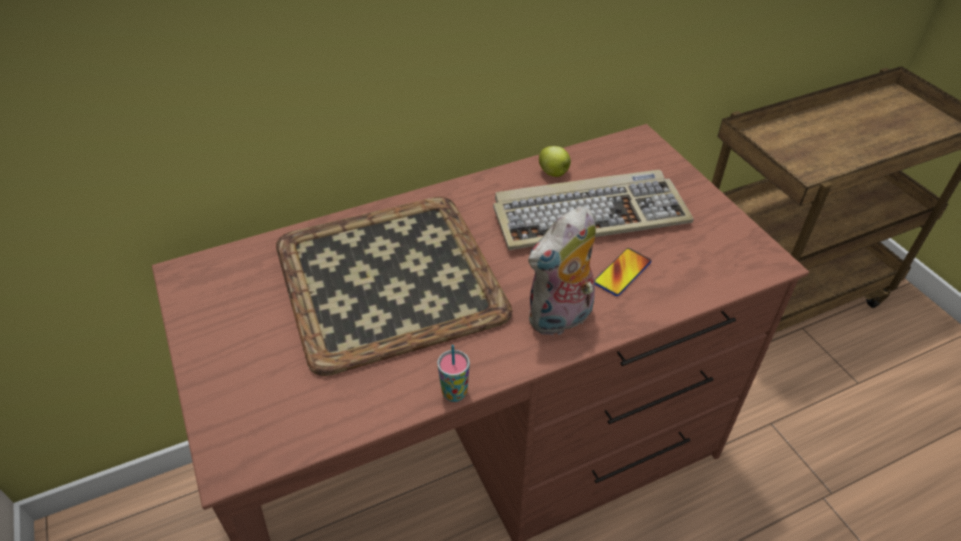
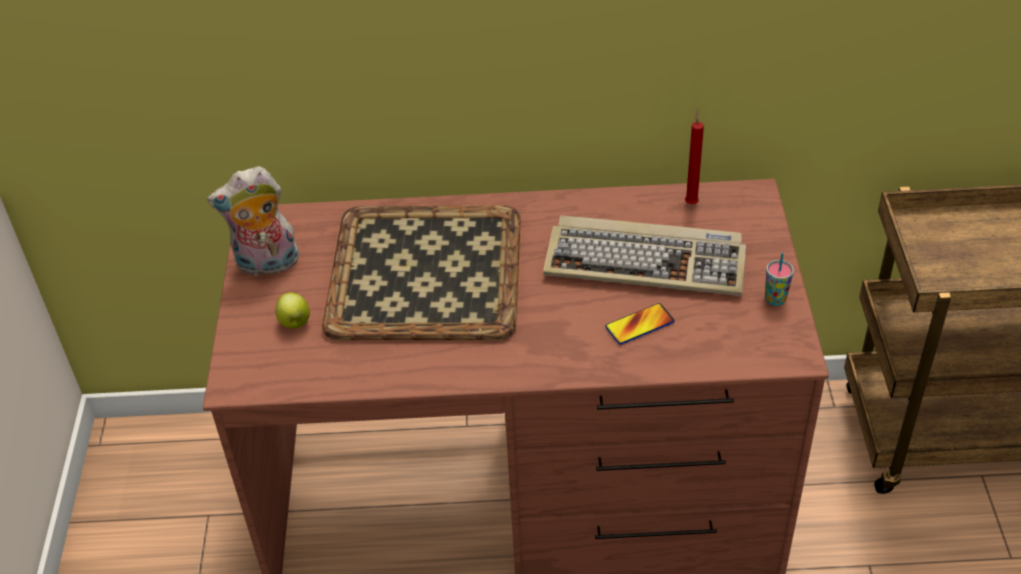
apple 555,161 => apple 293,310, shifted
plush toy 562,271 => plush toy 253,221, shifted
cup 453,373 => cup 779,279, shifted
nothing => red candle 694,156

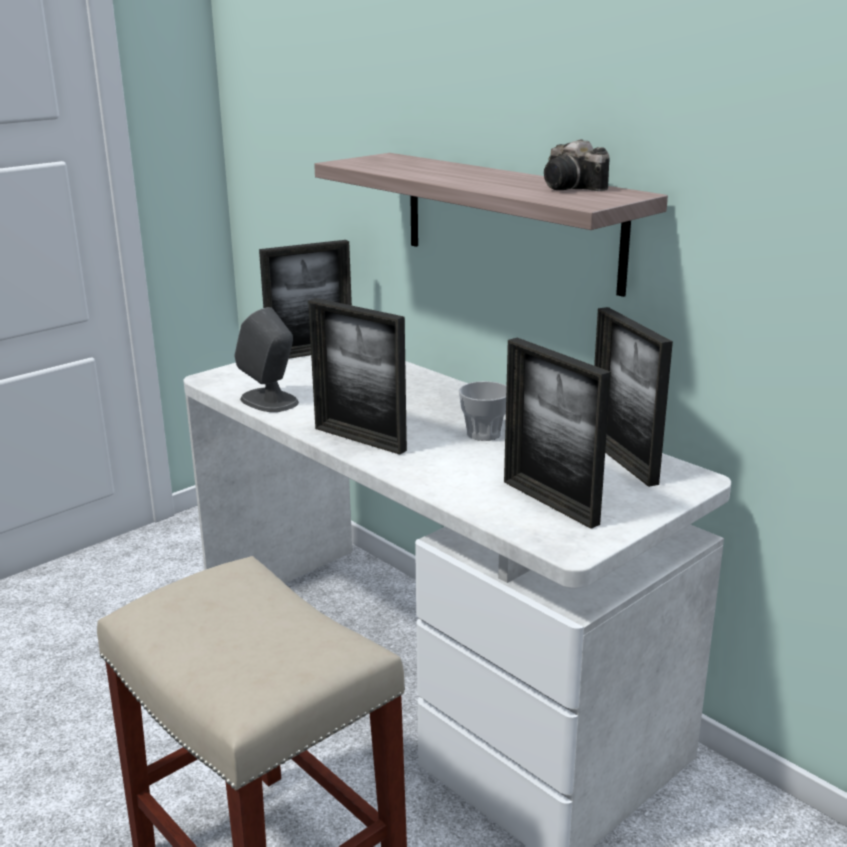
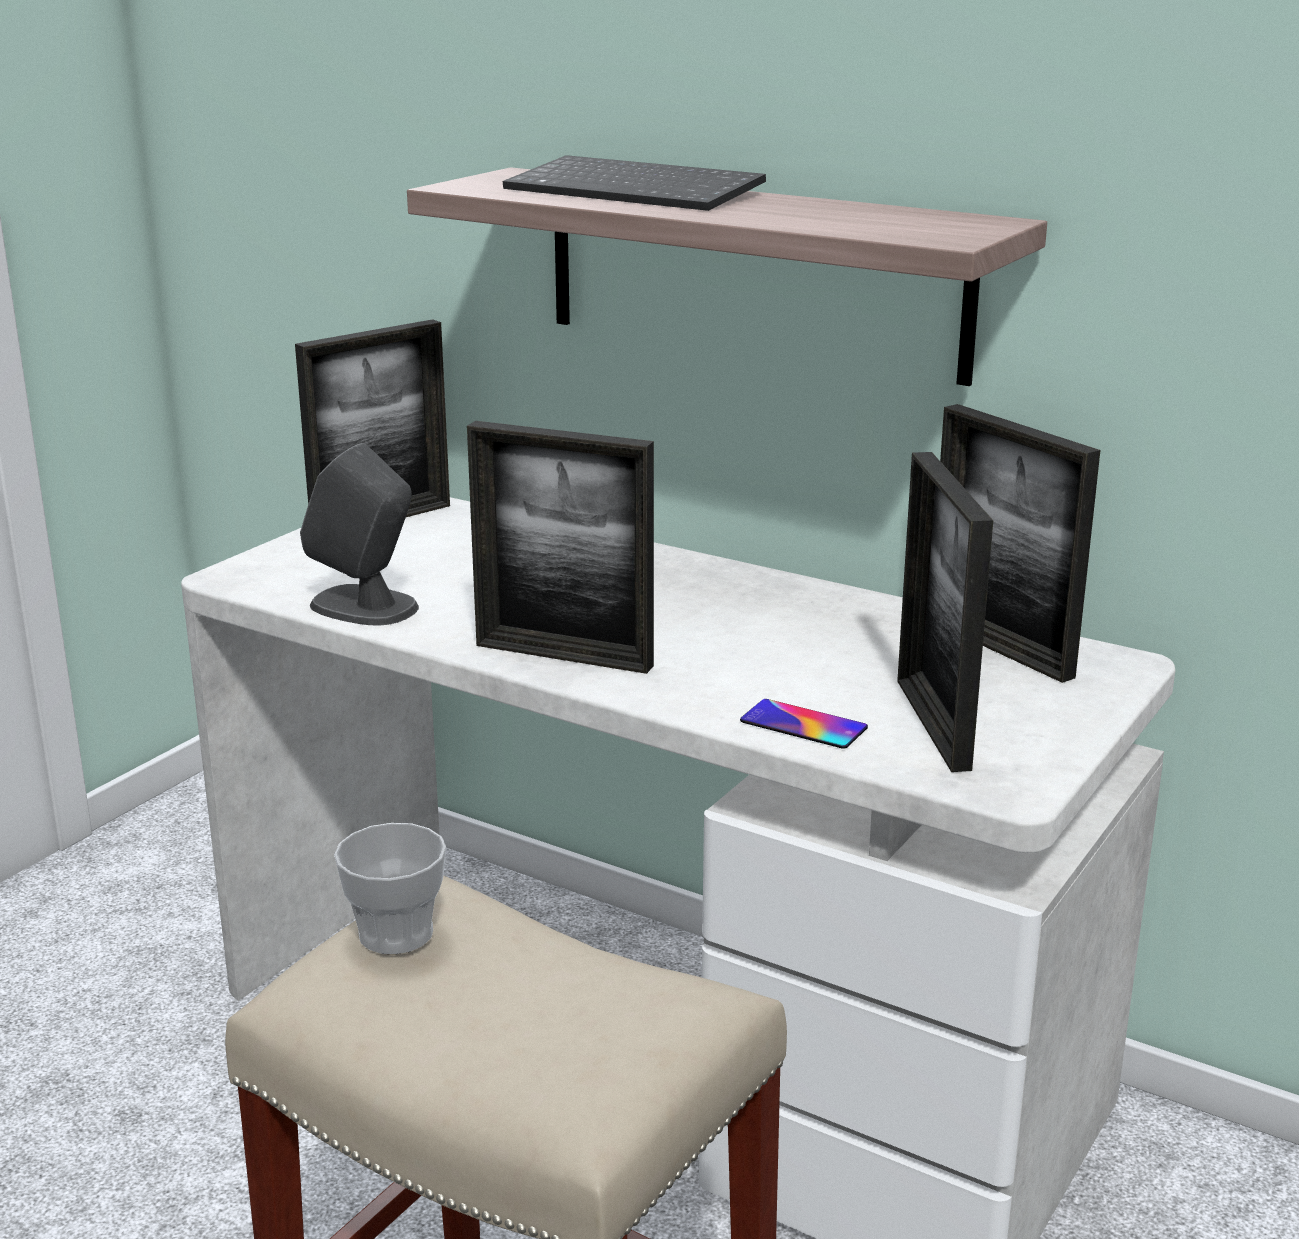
photo camera 577,165 => nothing
picture frame 557,433 => picture frame 945,612, 45 degrees clockwise
cup 482,411 => cup 390,888, shifted
nothing => keyboard 634,183
nothing => phone 804,724

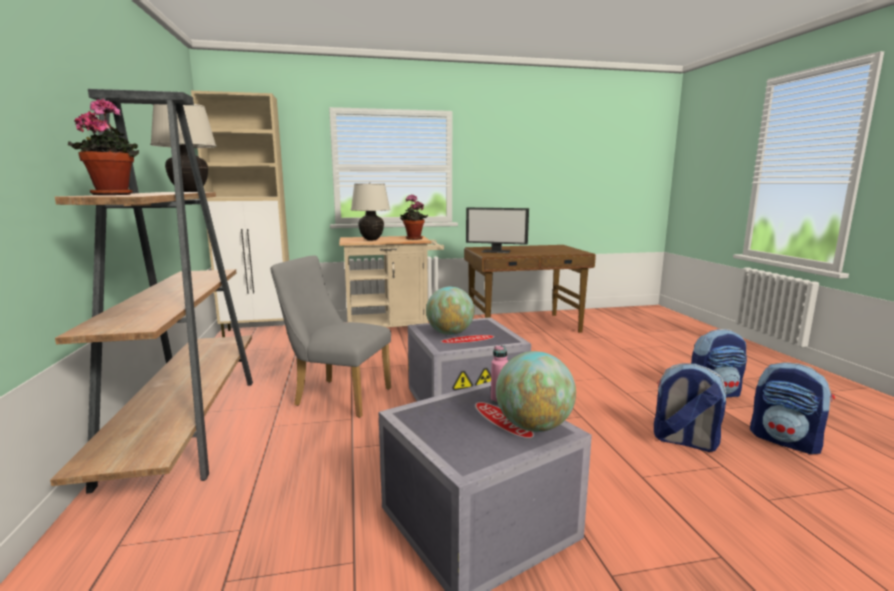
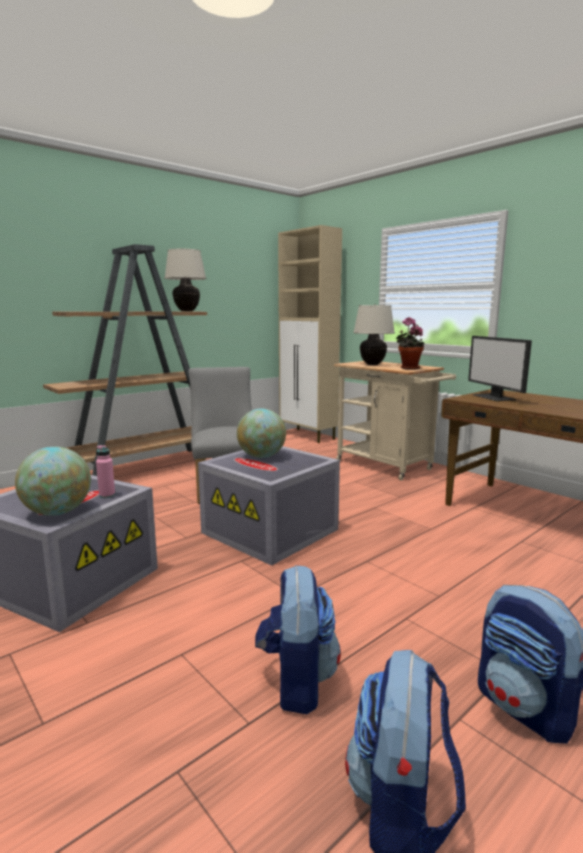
potted plant 103,146 => nothing

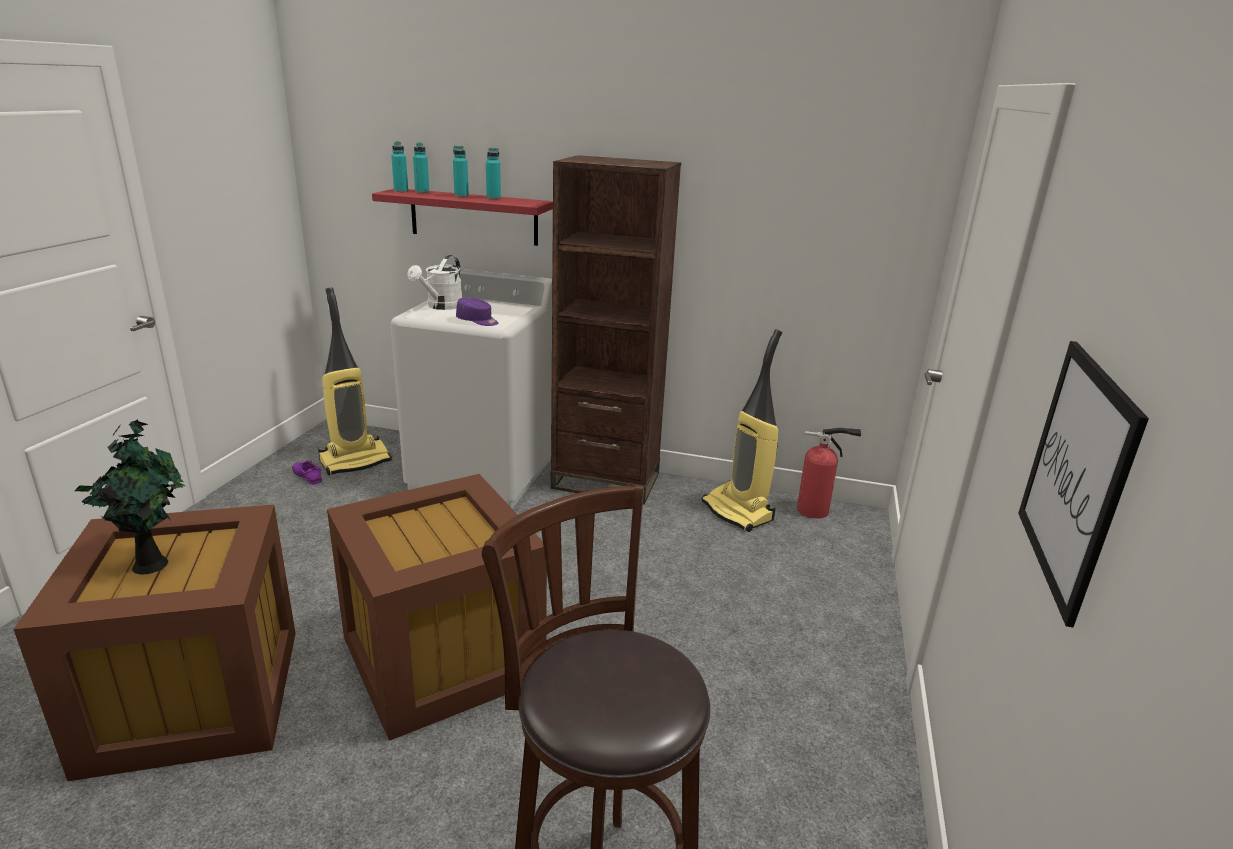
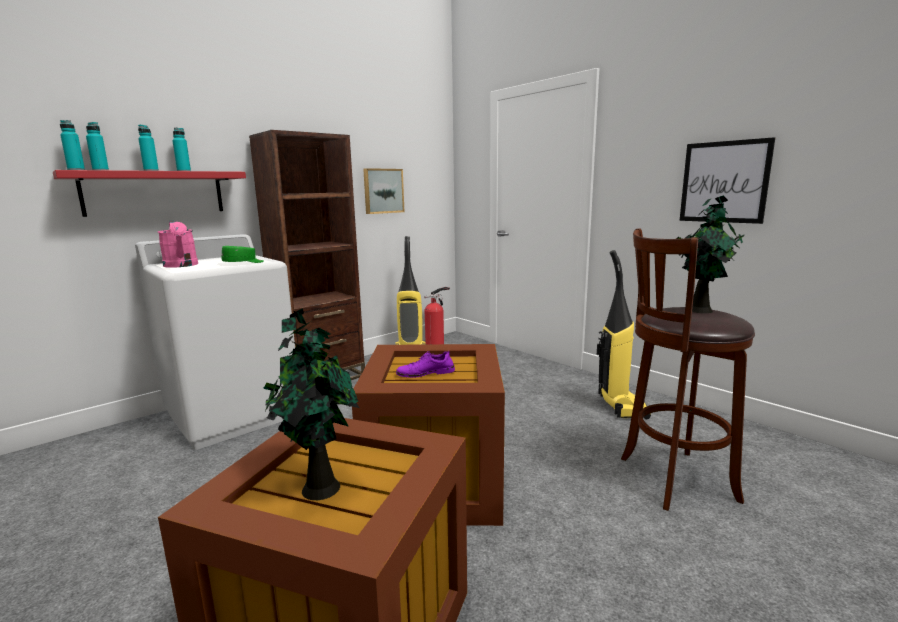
white watering can 435,282 => pink watering can 178,244
vacuum cleaner 355,381 => vacuum cleaner 624,334, shifted
purple cap 477,311 => green cap 243,254
purple shoe 307,473 => purple shoe 425,364, shifted
nothing => picture 384,191
nothing => potted plant 710,254

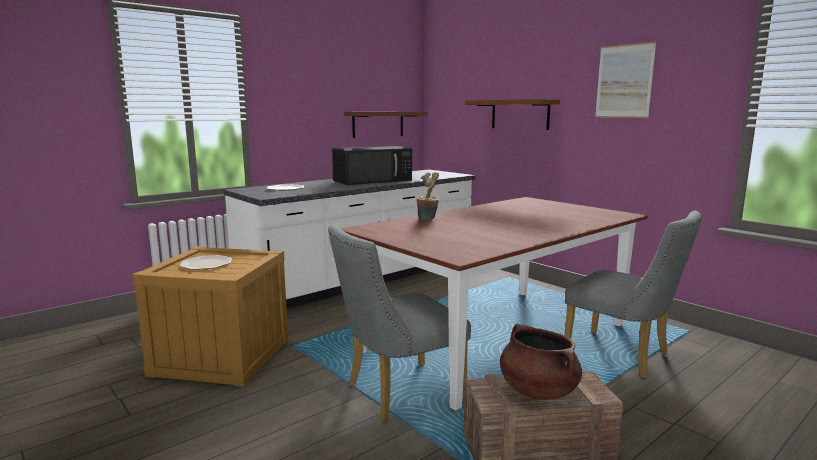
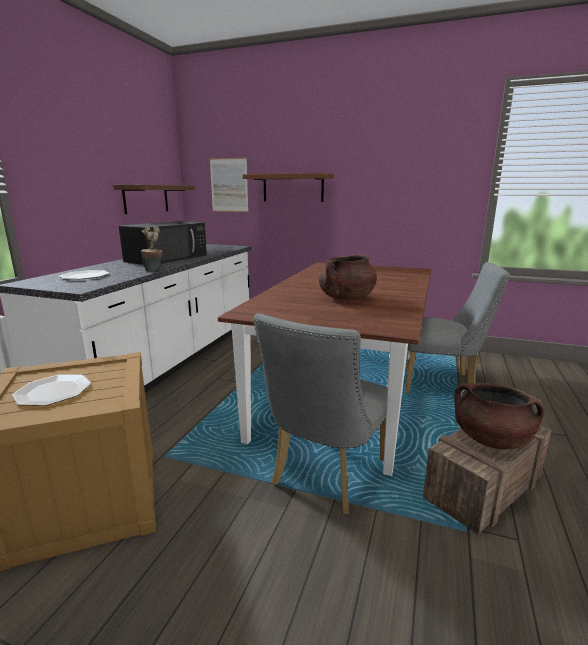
picture 625,79 => picture 229,185, shifted
potted plant 428,196 => potted plant 151,248, shifted
nothing => brown cooking pot 348,277

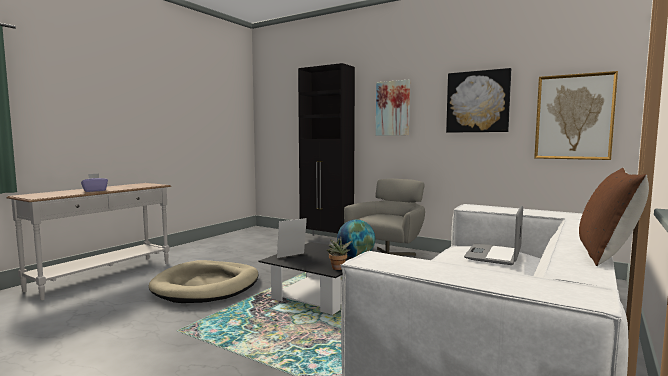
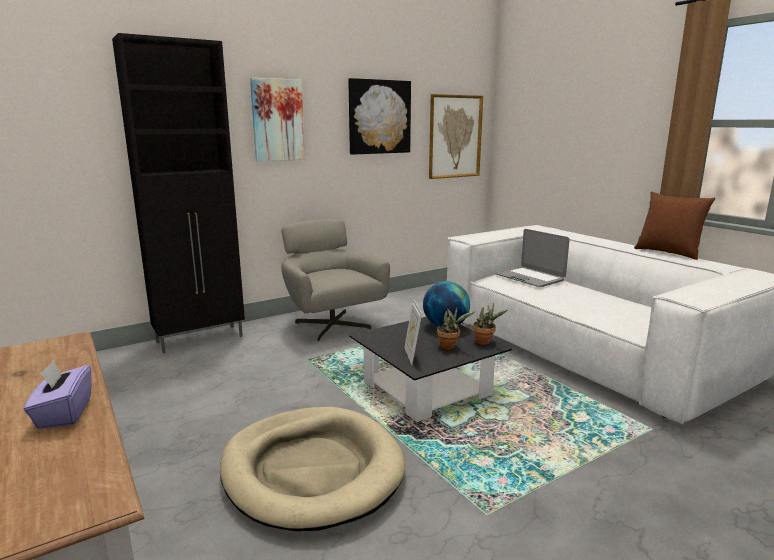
nothing => potted plant 456,328

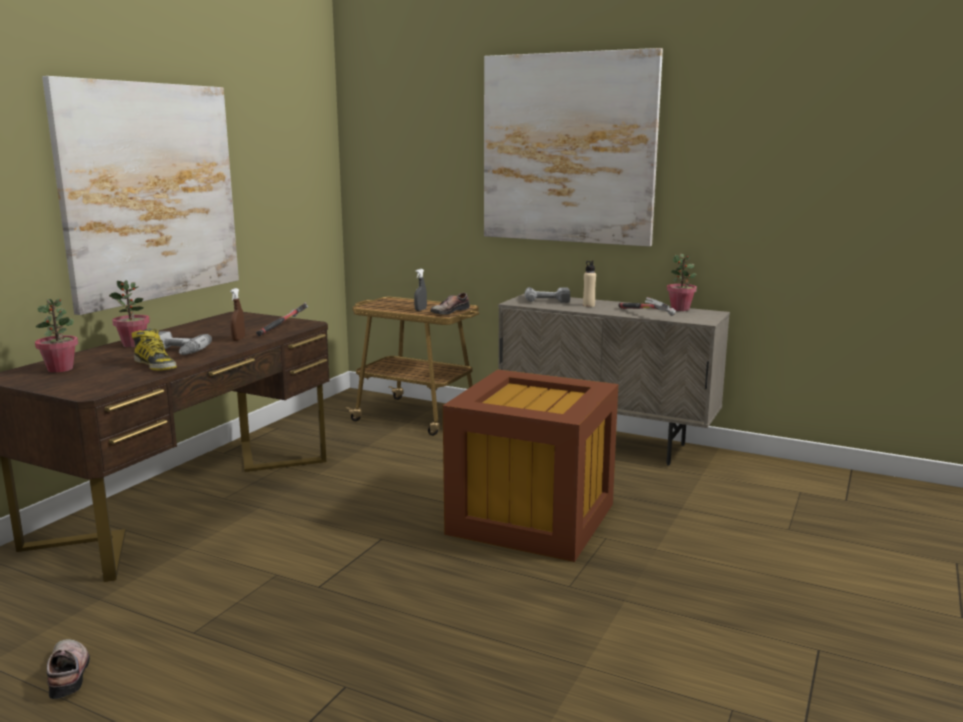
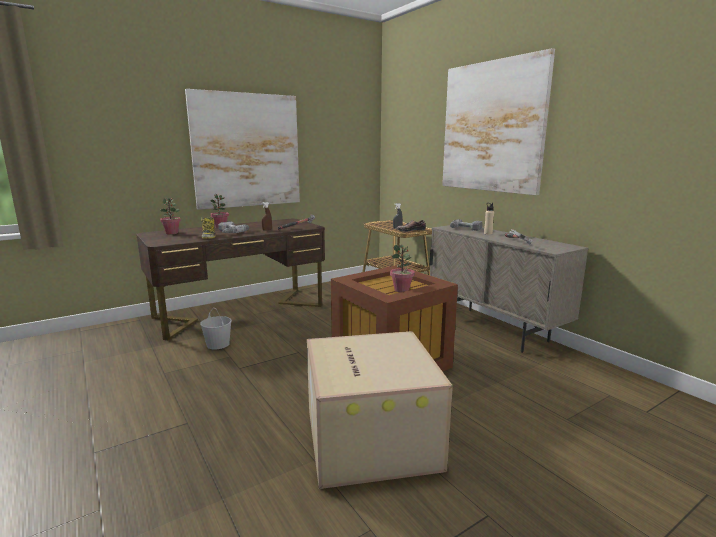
potted plant 682,282 => potted plant 402,268, shifted
shoe 68,669 => nothing
nothing => white bucket 216,329
nothing => cardboard box 380,410

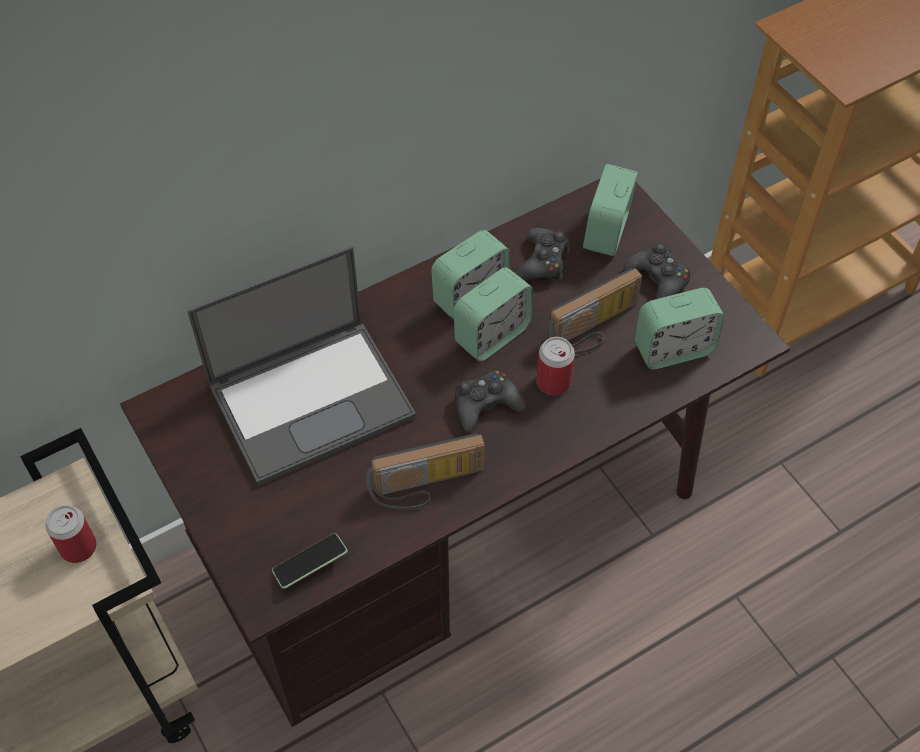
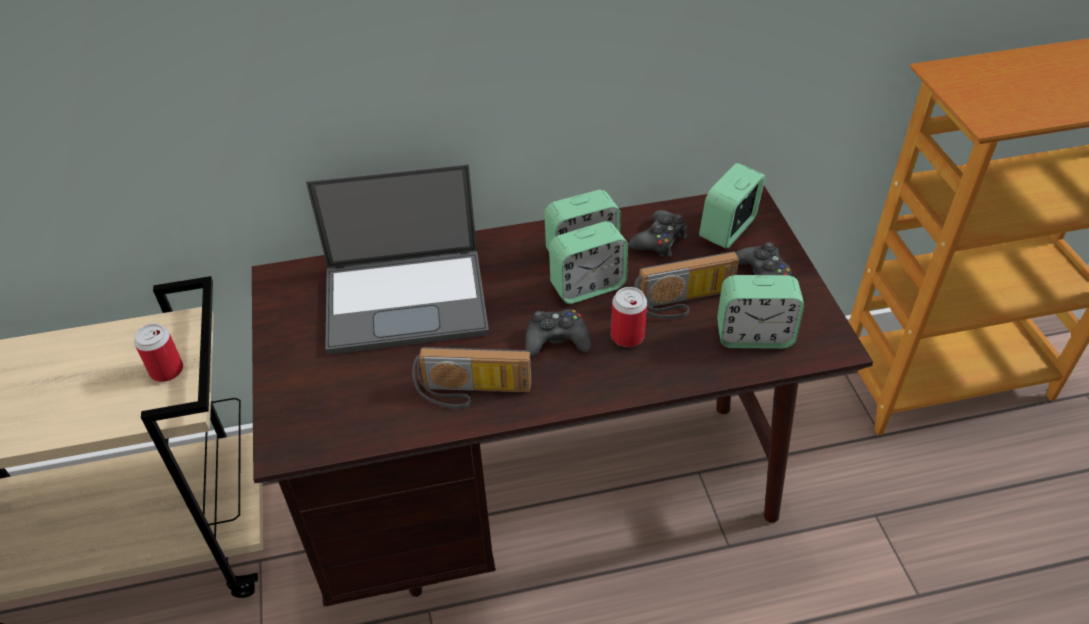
phone 310,561 => nothing

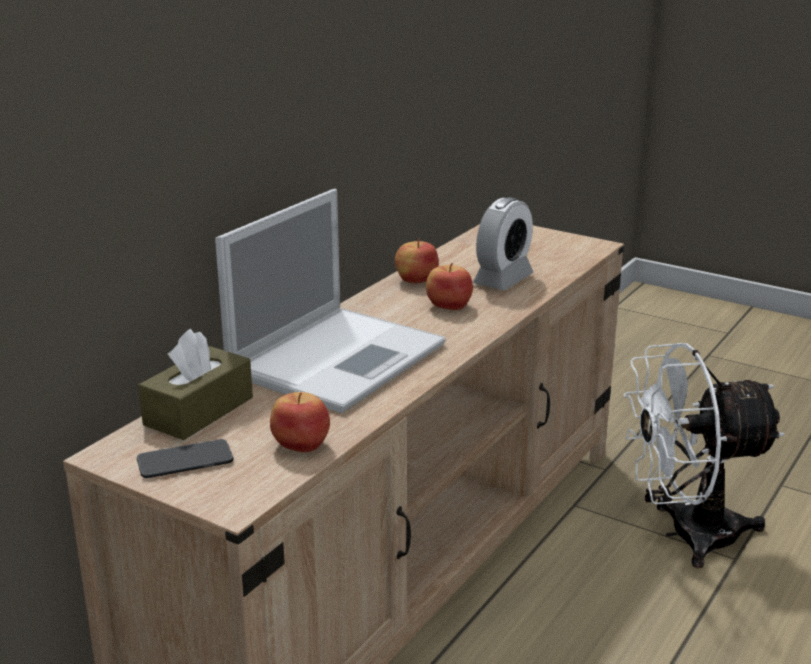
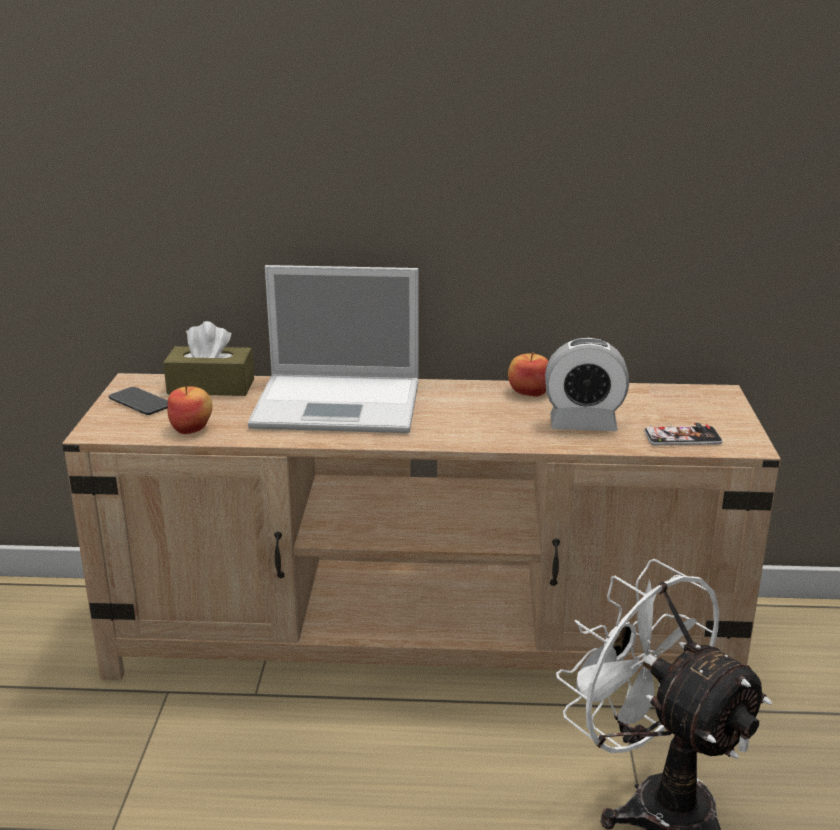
apple 449,286 => nothing
nothing => phone 683,434

